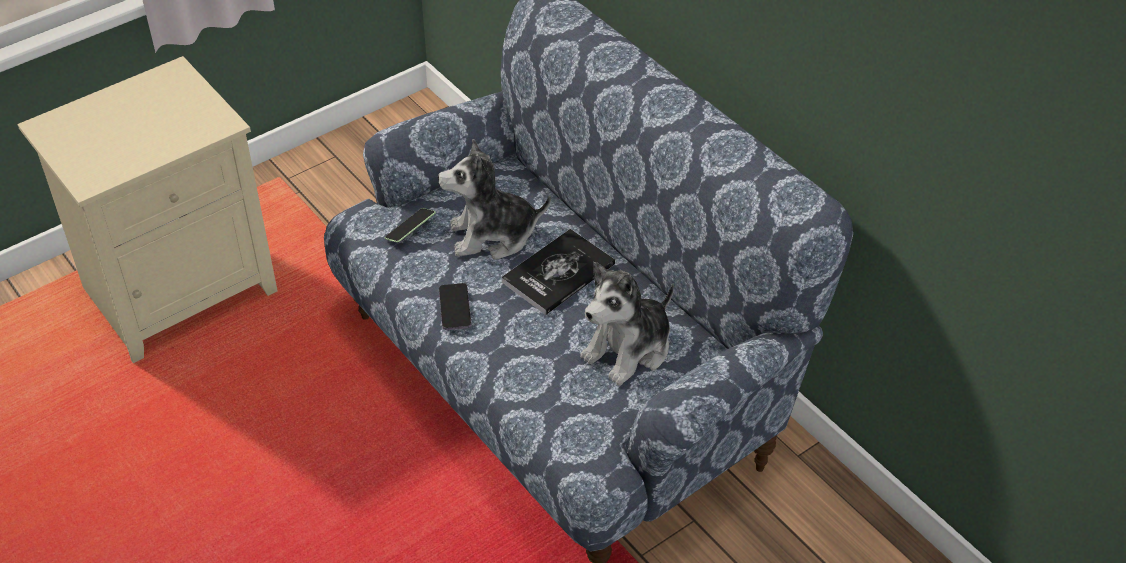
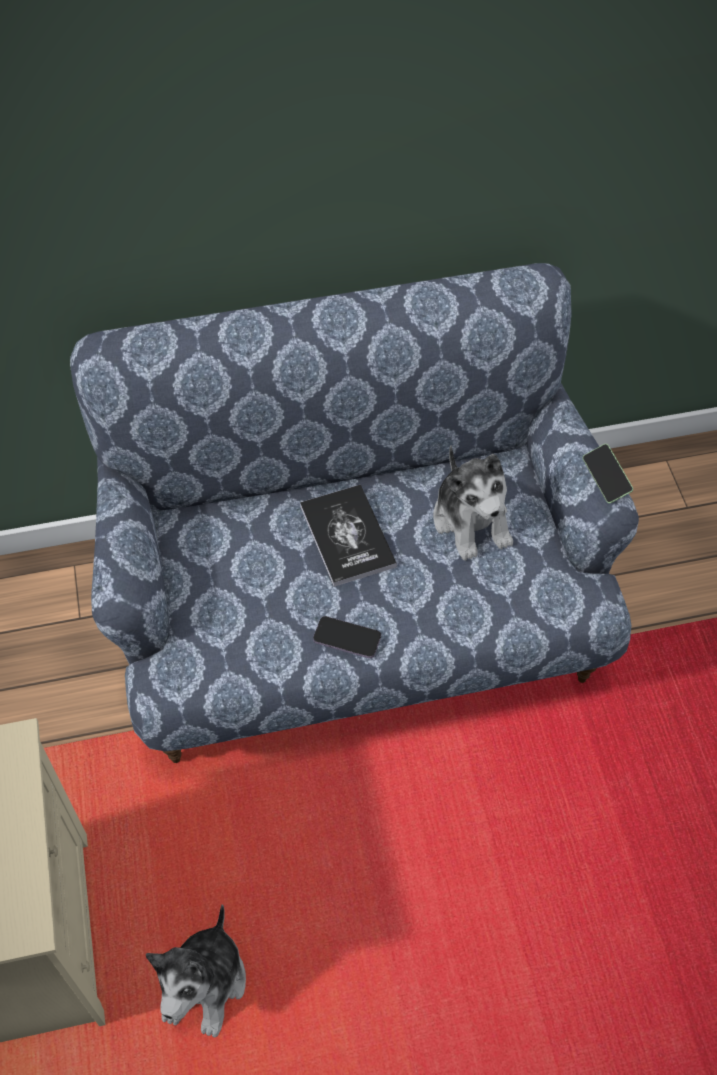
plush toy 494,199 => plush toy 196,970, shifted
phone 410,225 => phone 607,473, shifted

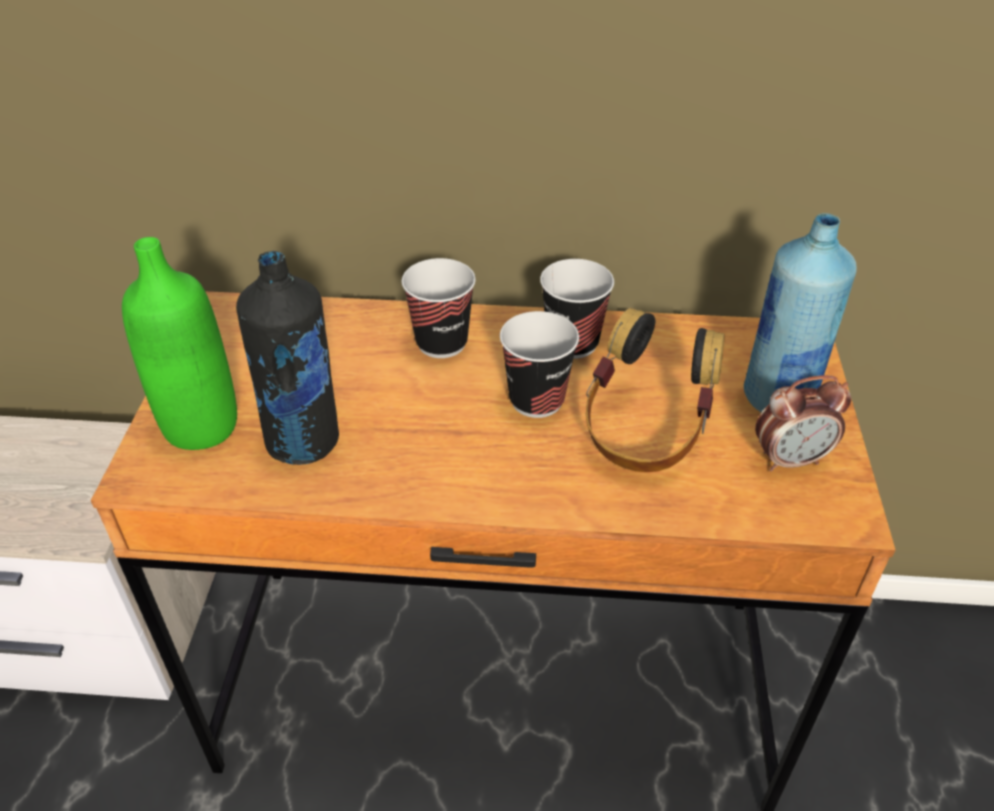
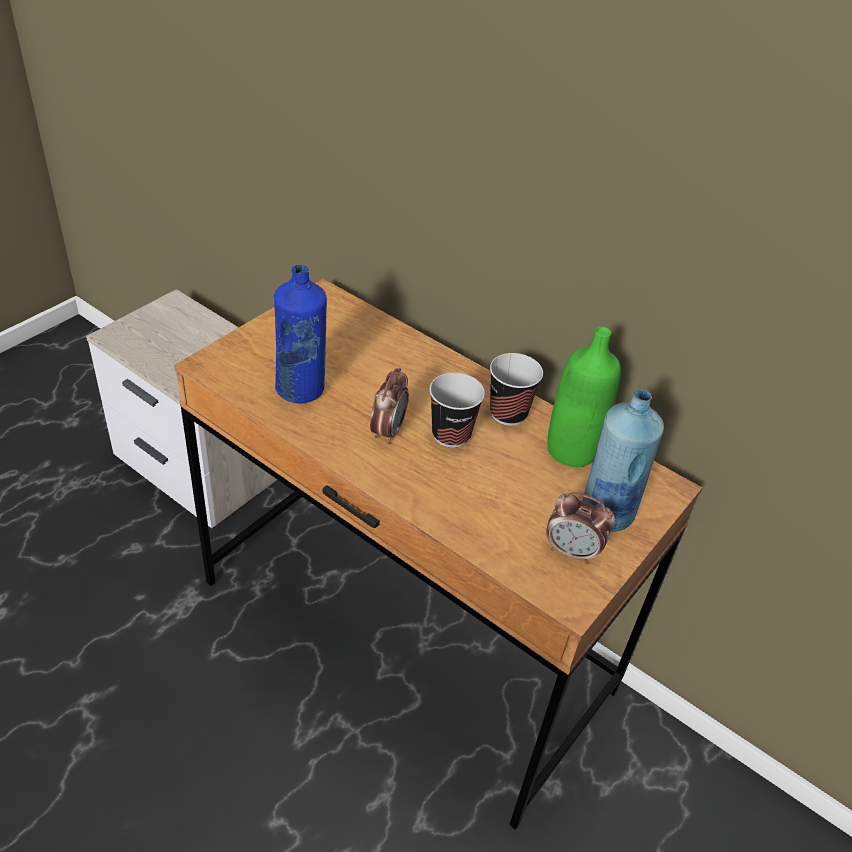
green bottle 179,343 => green bottle 584,396, shifted
black bottle 287,358 => blue bottle 300,334
cup 439,308 => nothing
headphones 655,390 => nothing
nothing => alarm clock 389,406

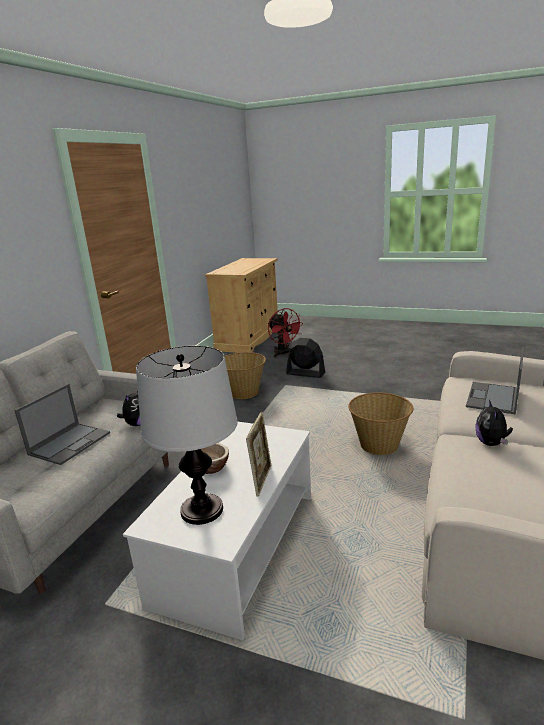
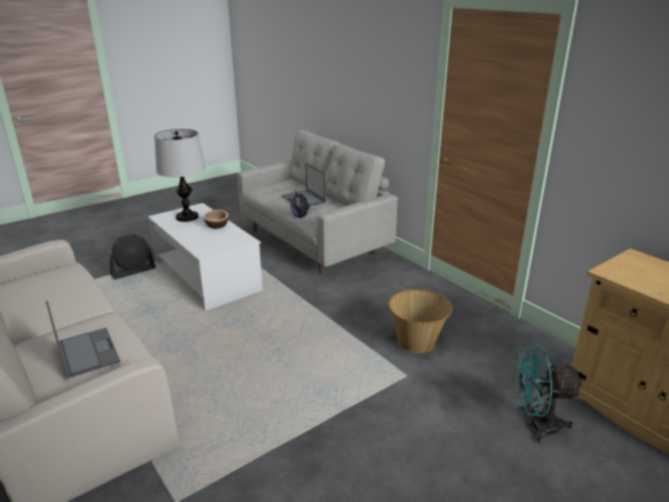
red fan 286,332 => turquoise fan 548,394
black fan 305,358 => black fan 133,257, shifted
basket 381,424 => nothing
plush toy 494,423 => nothing
picture frame 258,454 => nothing

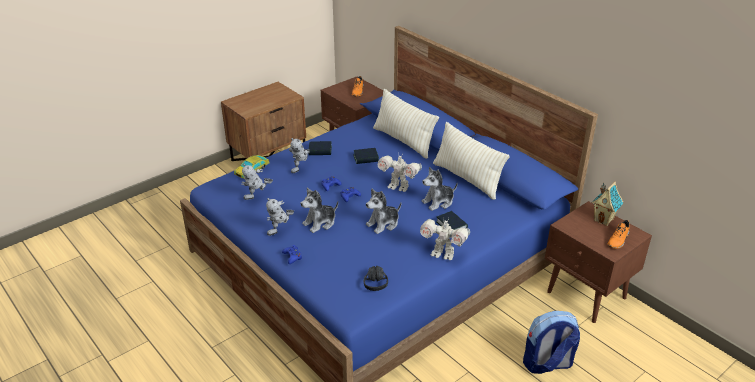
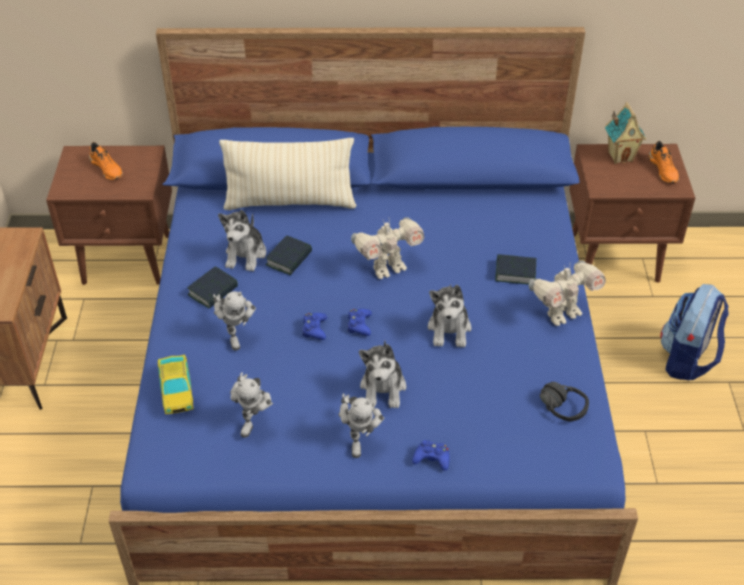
beige pillow 471,161 => nothing
plush toy 440,189 => plush toy 242,241, shifted

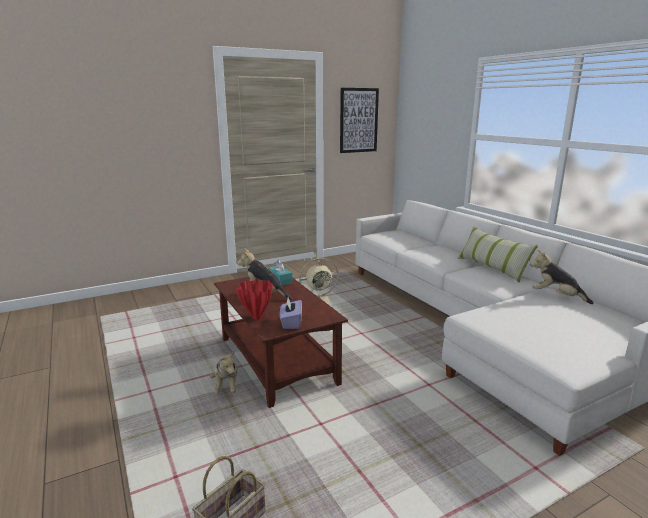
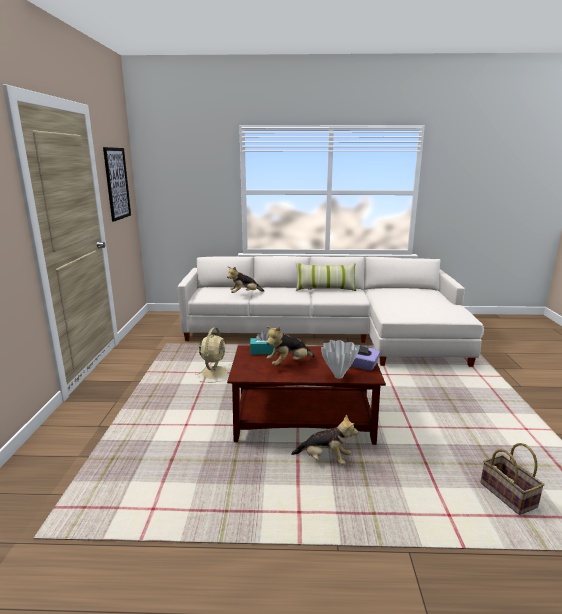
plush toy 561,277 => plush toy 245,280, shifted
red vase 254,299 => white vase 340,359

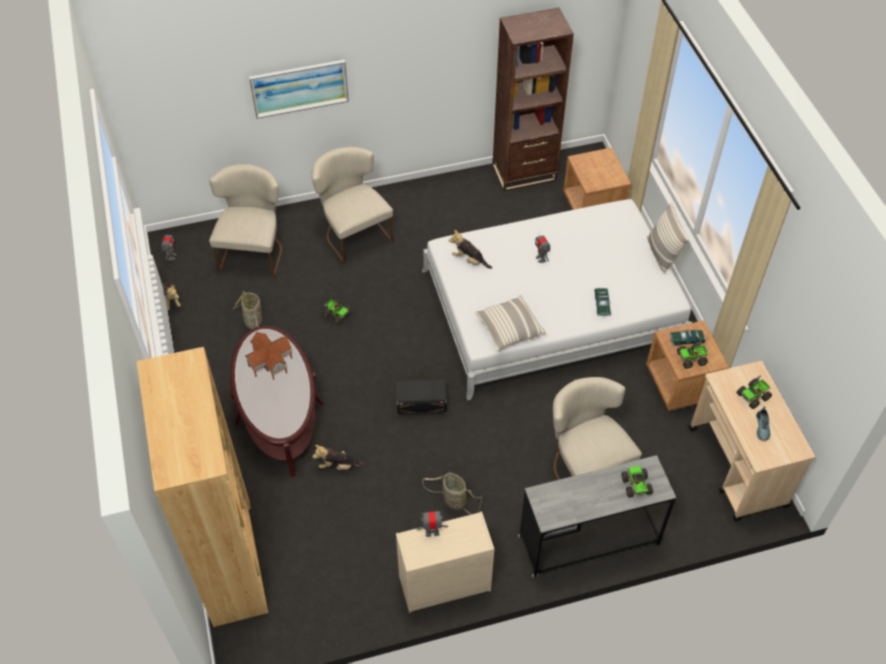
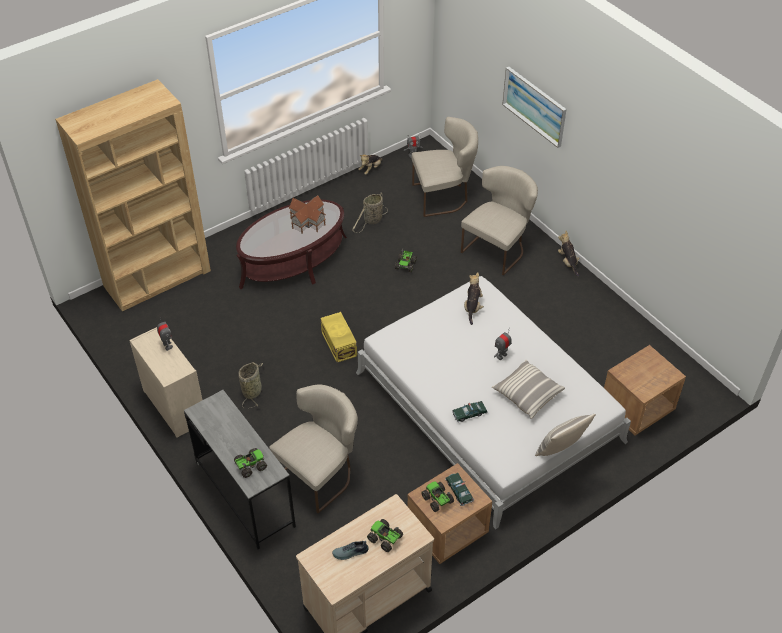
brown bookcase 533,99 => nothing
pillow 511,323 => pillow 528,389, shifted
black storage box 421,397 => yellow storage box 339,337
plush toy 338,457 => plush toy 568,253, shifted

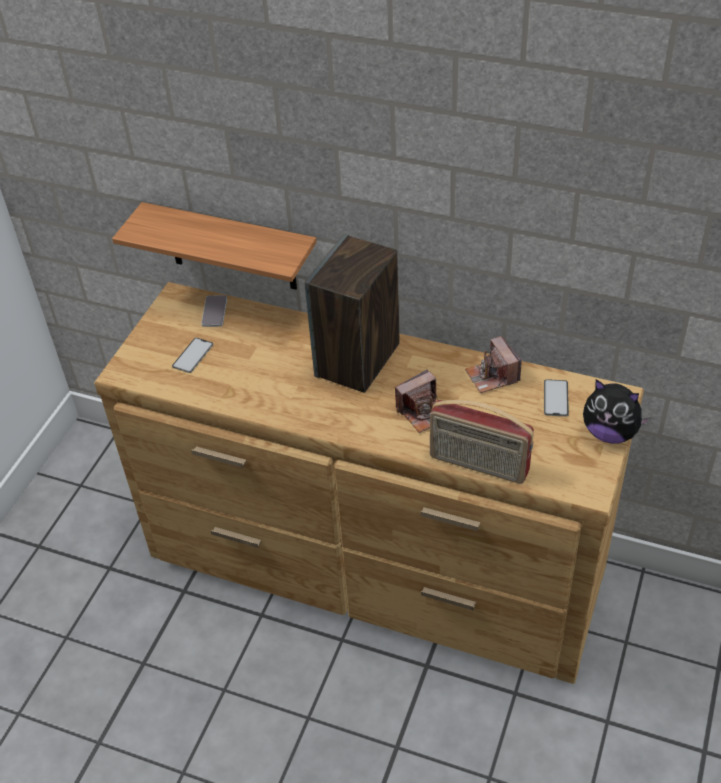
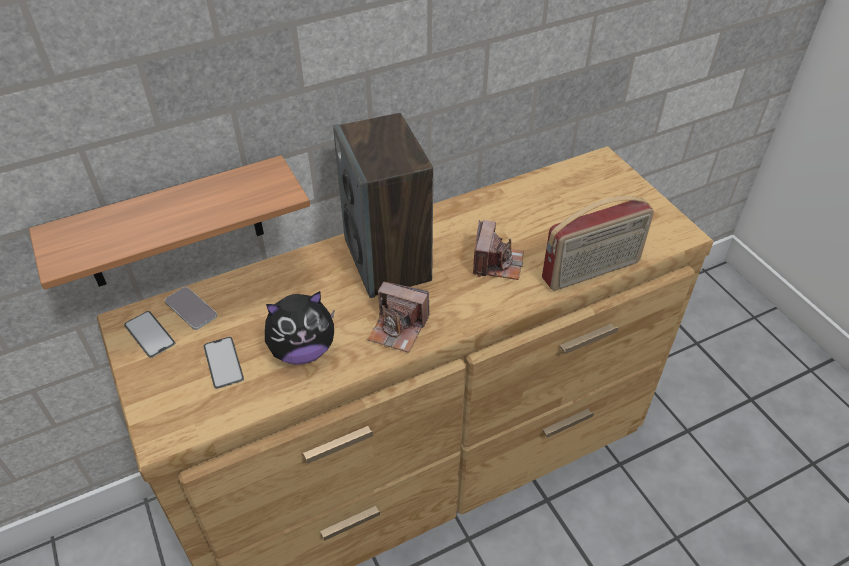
photo camera 493,364 => photo camera 398,317, shifted
phone 556,398 => phone 149,334, shifted
plush toy 617,411 => plush toy 299,328, shifted

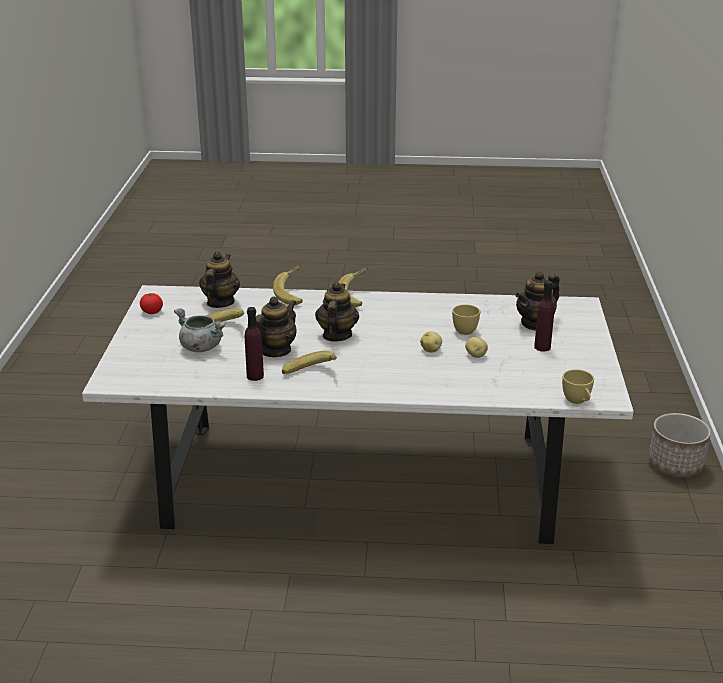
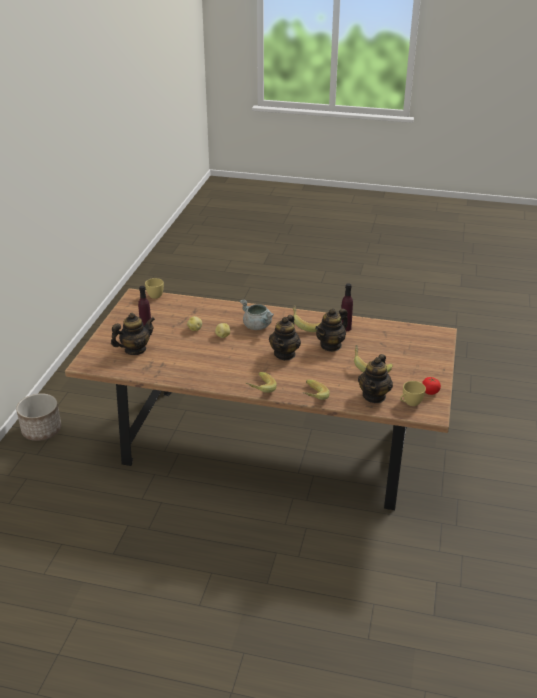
white dining table 358,414 => brown dining table 261,399
yellow cup 466,319 => yellow cup 413,393, shifted
grey cooking pot 200,330 => grey cooking pot 257,315, shifted

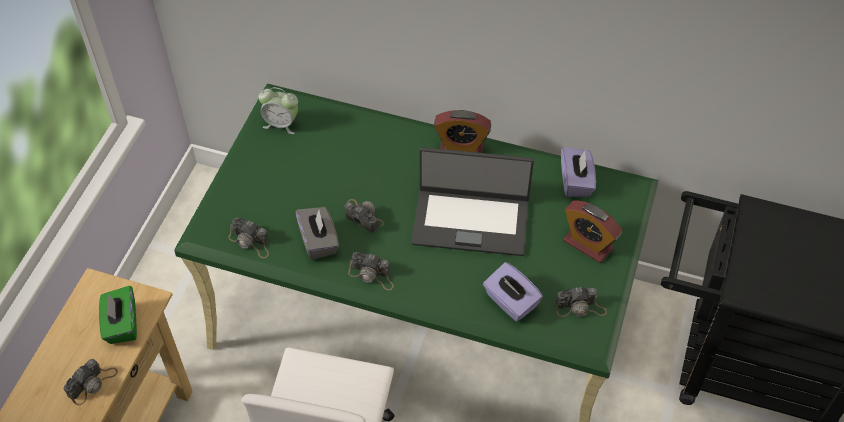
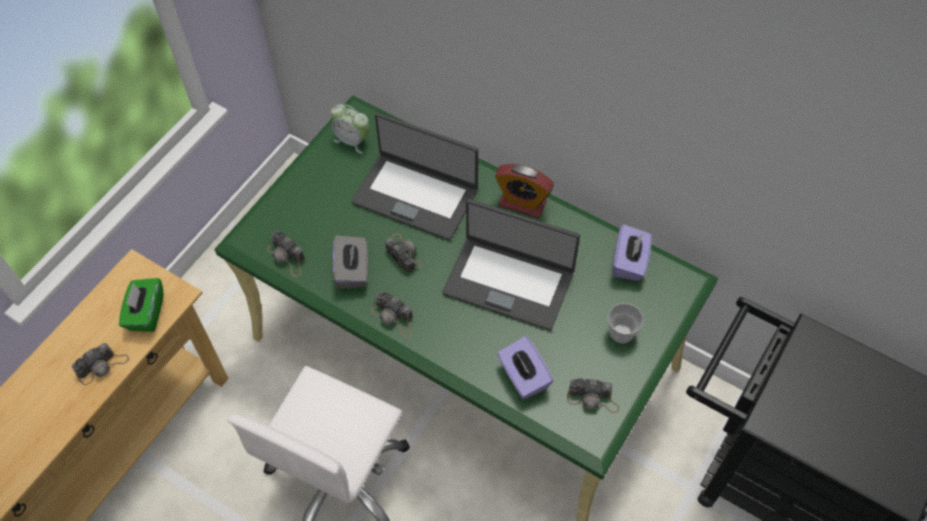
alarm clock 592,232 => cup 626,323
nothing => laptop 414,176

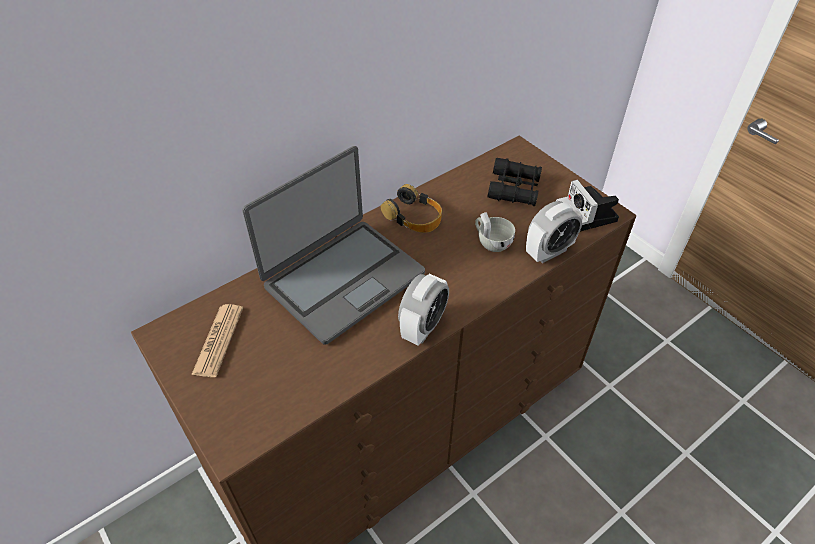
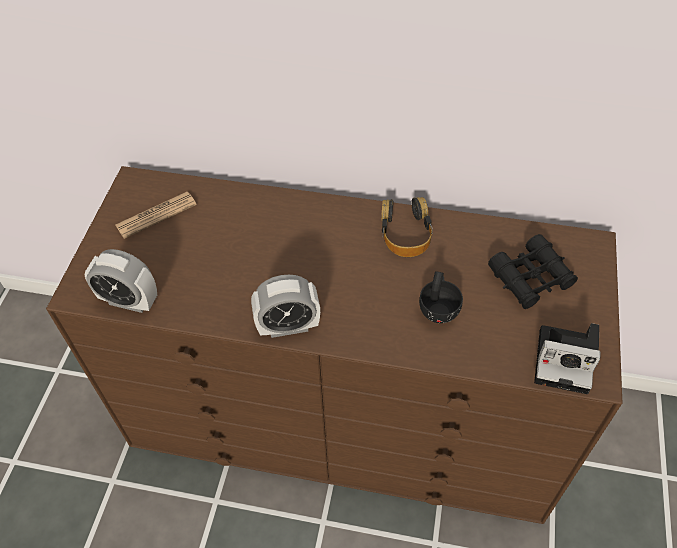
laptop 333,245 => nothing
photo camera 587,205 => photo camera 567,358, 105 degrees counterclockwise
alarm clock 554,232 => alarm clock 121,281, shifted
white cup 495,232 => black cup 441,297

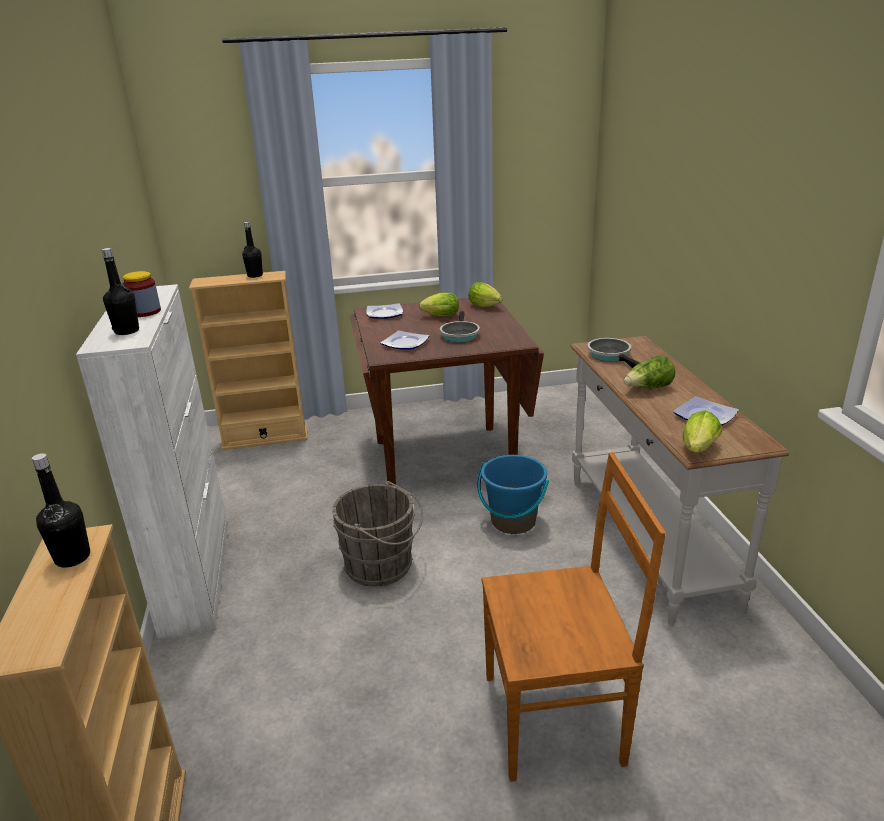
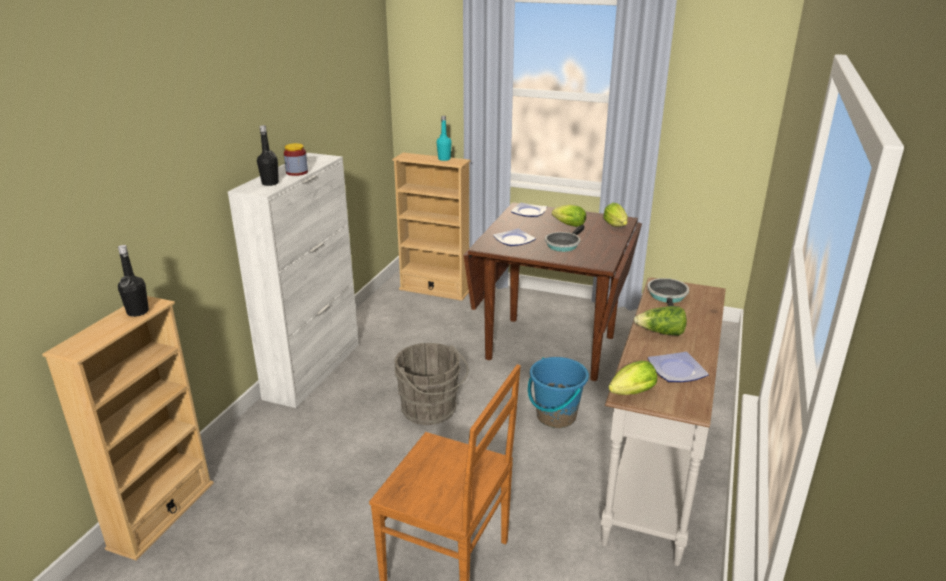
black bottle 252,250 => turquoise bottle 444,138

